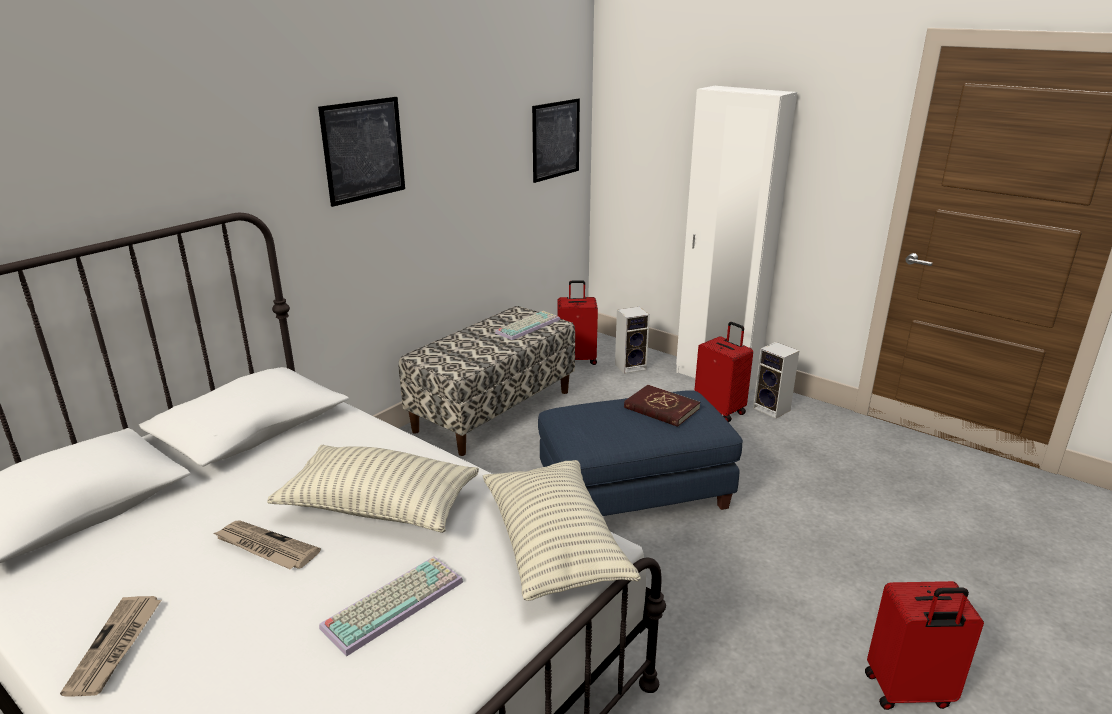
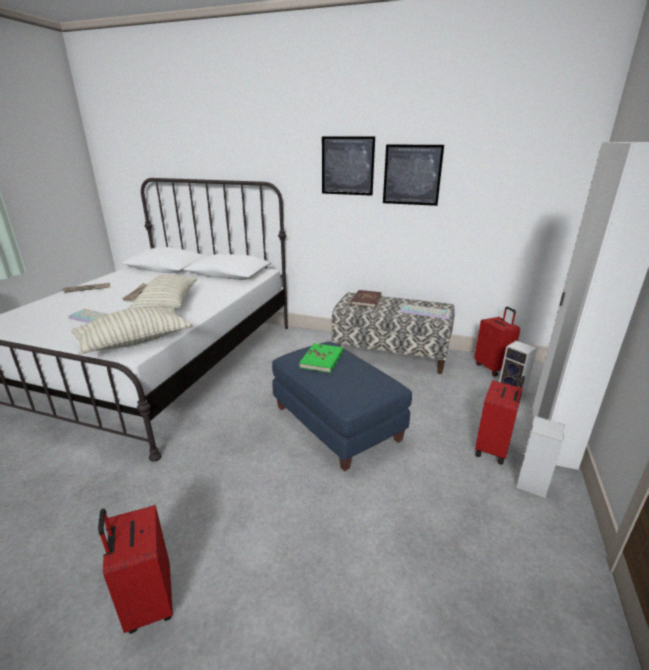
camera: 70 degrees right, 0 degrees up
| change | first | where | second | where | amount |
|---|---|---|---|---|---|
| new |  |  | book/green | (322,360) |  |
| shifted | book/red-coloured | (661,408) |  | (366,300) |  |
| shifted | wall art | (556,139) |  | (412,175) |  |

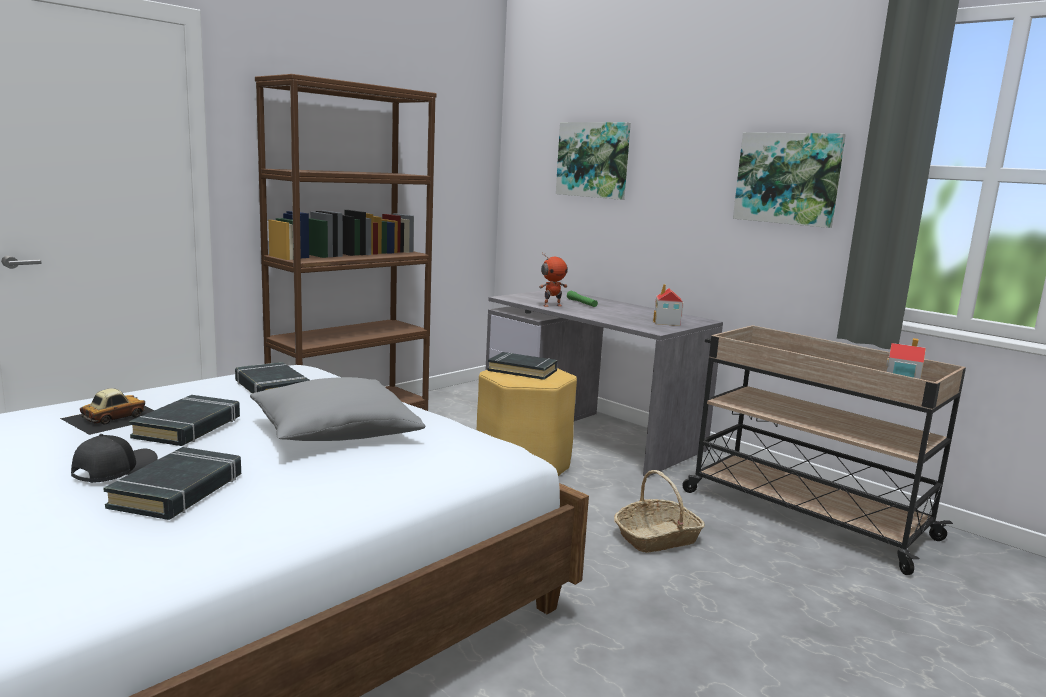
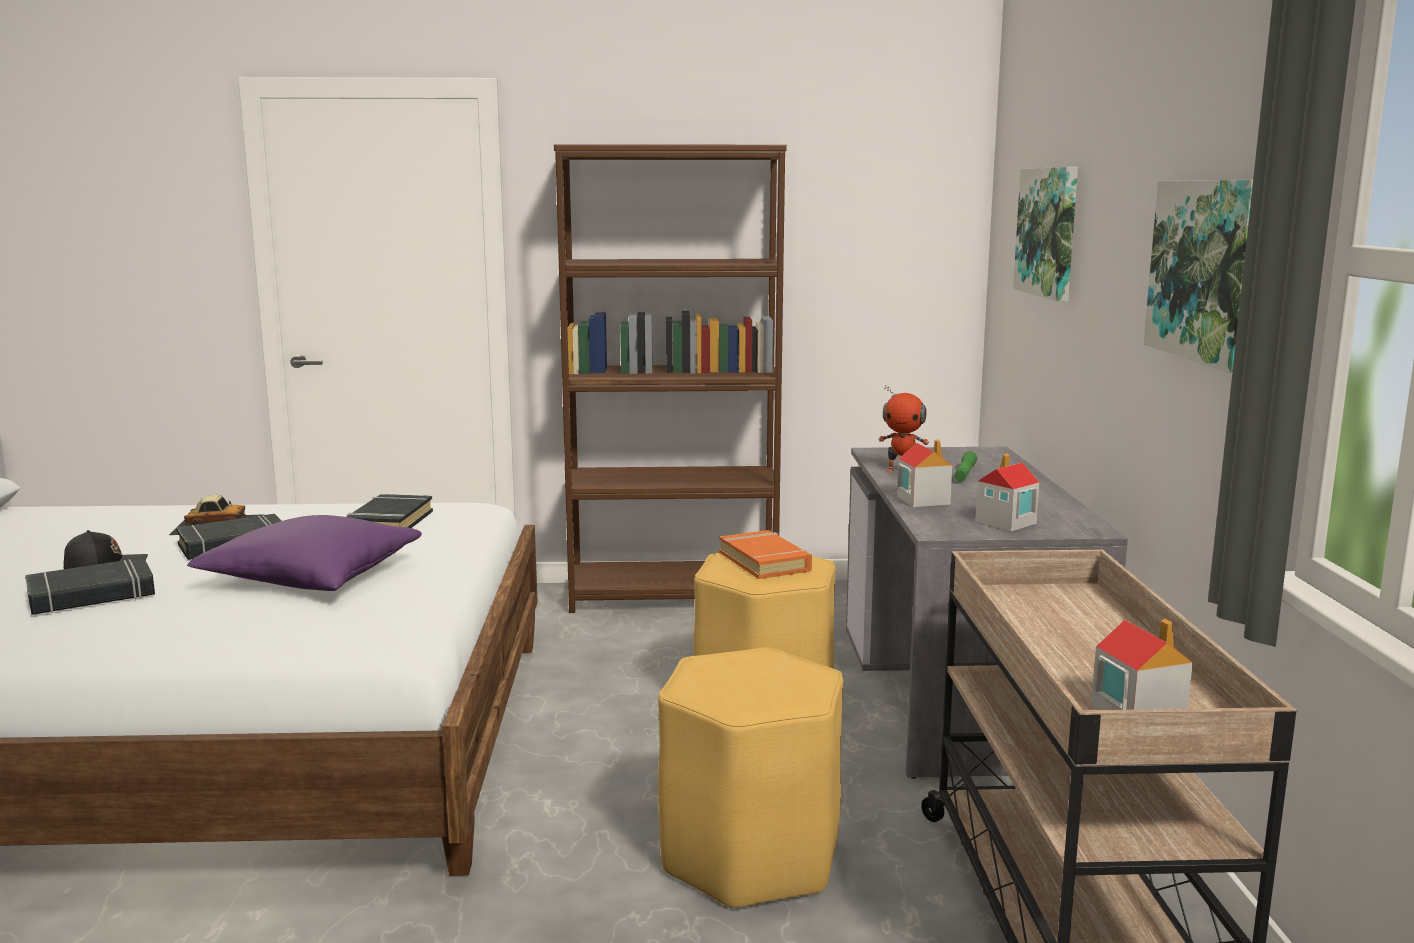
camera: 45 degrees right, 0 degrees up
| change | first | where | second | where | amount |
|---|---|---|---|---|---|
| repainted | throw pillow/greyish | (334,433) | throw pillow/purplish | (312,579) |  |
| swapped | household basket | (657,538) | stool seat/yellow | (750,857) |  |
| repainted | book/black | (522,370) | book/orangey | (765,562) |  |
| new |  |  | miniature house | (922,500) |  |

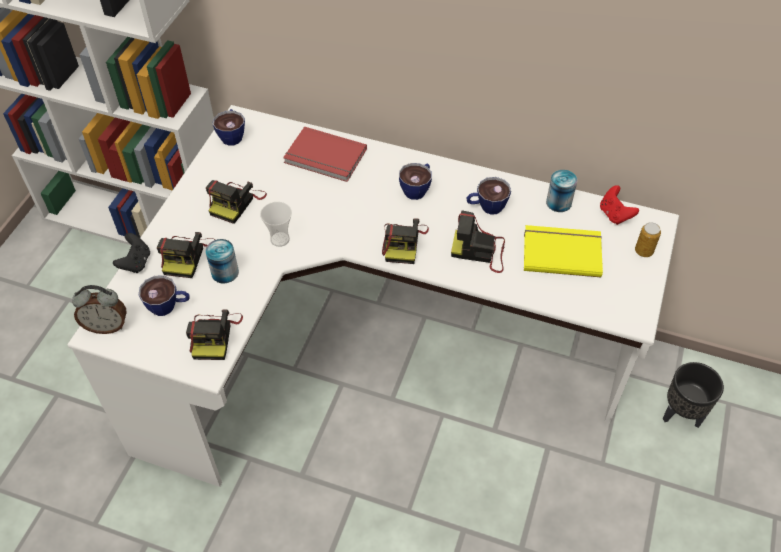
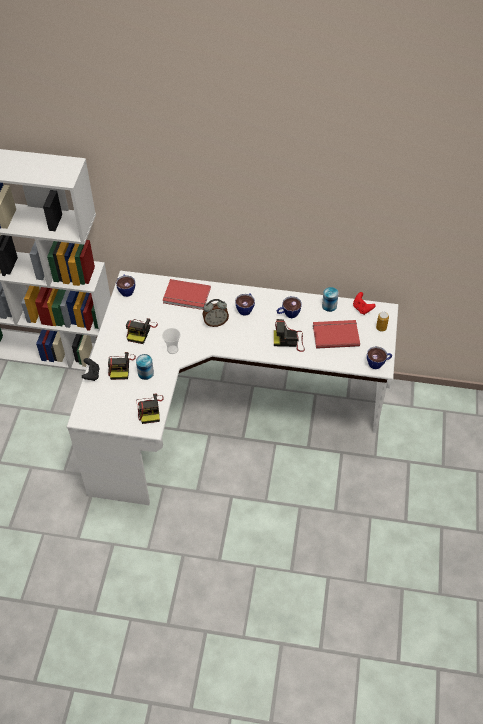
camera: 10 degrees left, 0 degrees up
| change | first | where | second | where | amount |
|---|---|---|---|---|---|
| shifted | bedside clock | (107,326) |  | (215,323) |  |
| repainted | book/yellow | (561,251) | book/red-coloured | (335,334) |  |
| shifted | small cup | (169,306) |  | (378,363) |  |
| gone | still camera | (403,242) |  |  |  |
| gone | planter/black | (681,414) |  |  |  |

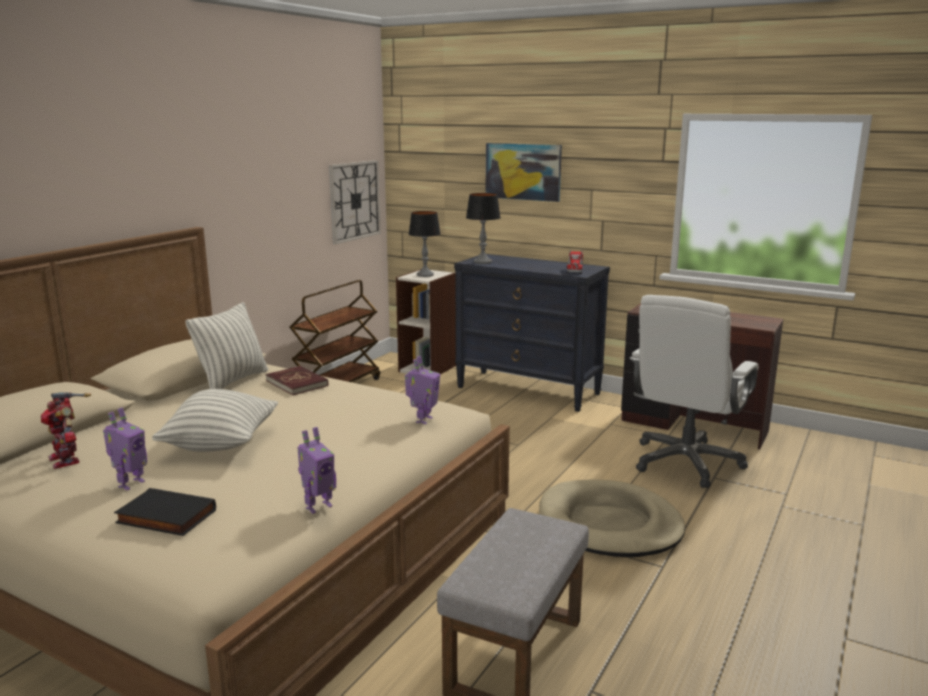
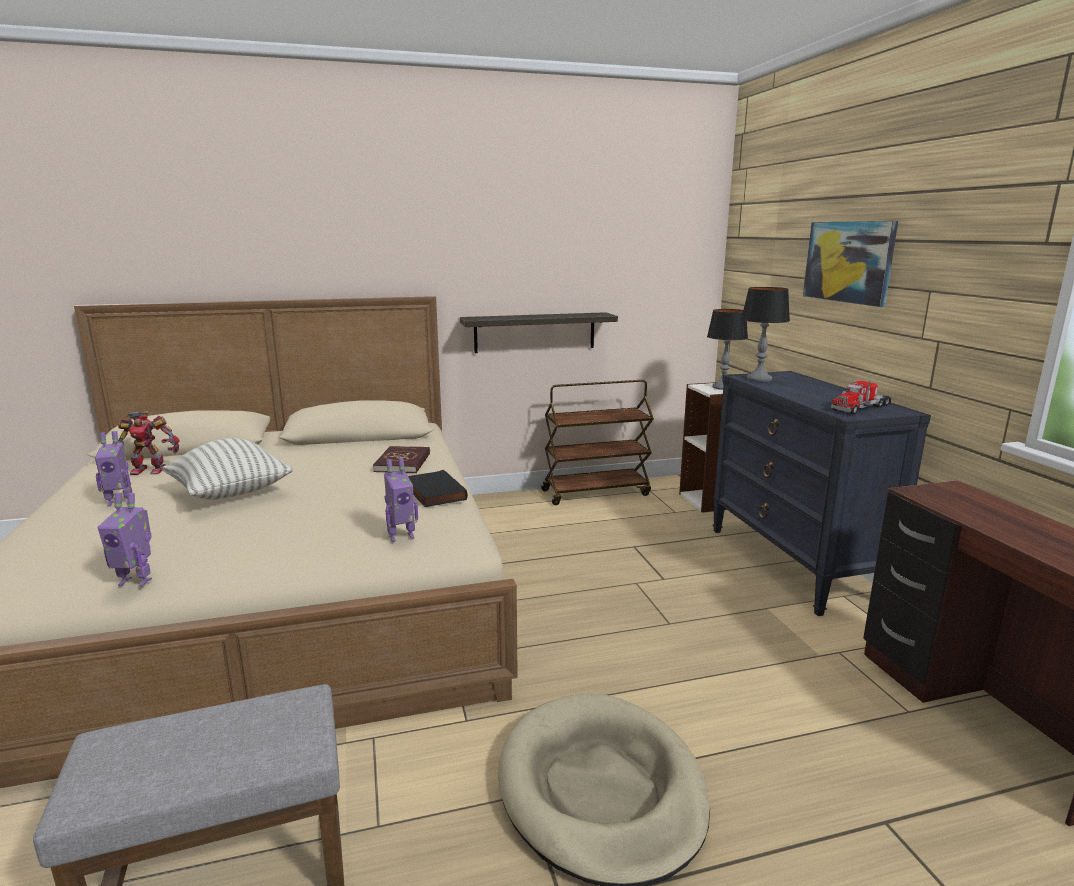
camera: 45 degrees right, 0 degrees up
| change | first | where | second | where | amount |
|---|---|---|---|---|---|
| rotated | toy robot | (67,459) |  | (150,470) | 105 degrees counterclockwise |
| shifted | book/black | (164,517) |  | (433,492) |  |
| new |  |  | bracket shelf | (535,332) |  |
| gone | throw pillow | (233,380) |  |  |  |
| gone | wall clock | (354,201) |  |  |  |
| gone | desk chair/white-coloured | (686,462) |  |  |  |

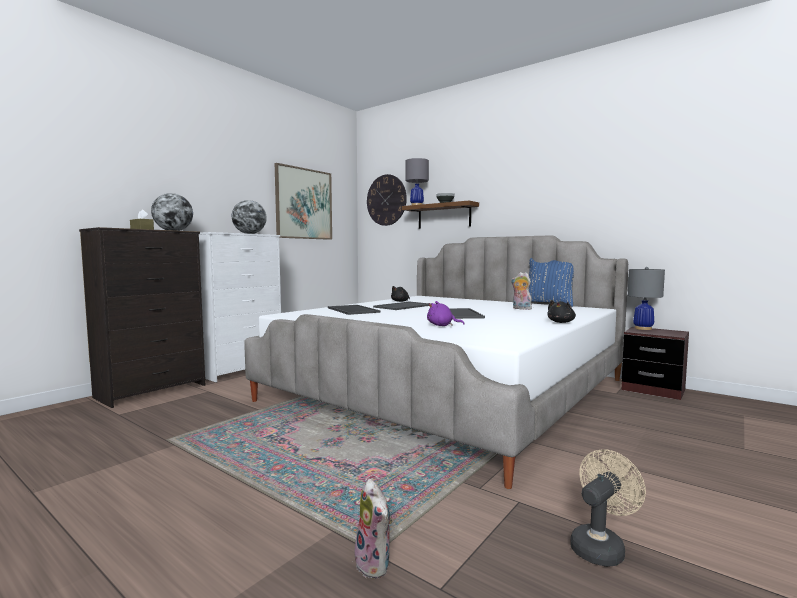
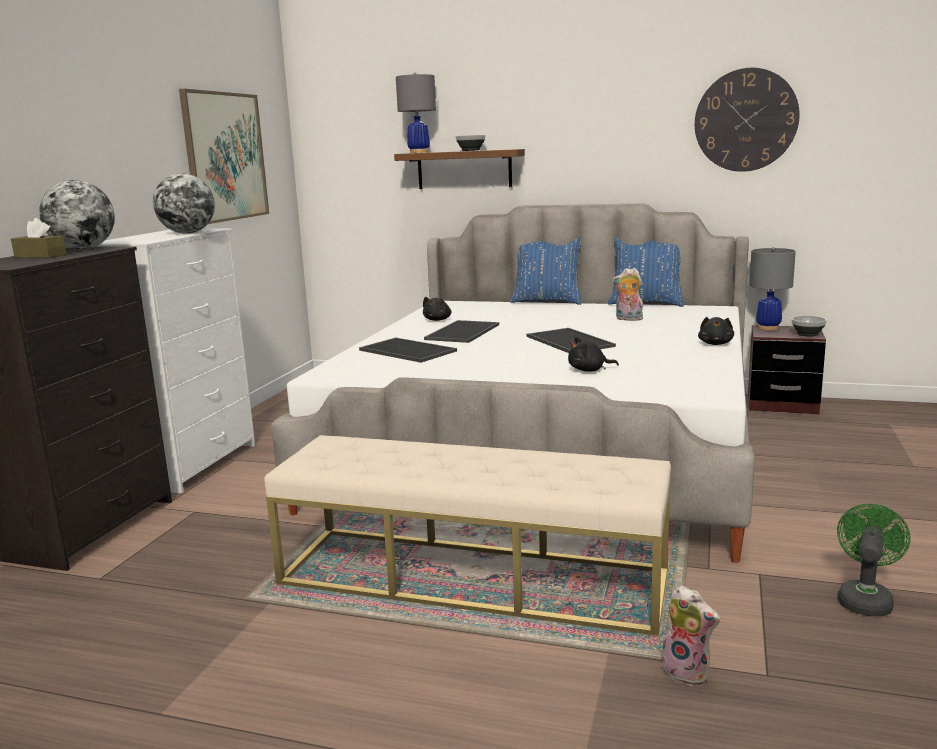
camera: 20 degrees left, 10 degrees up
| change | first | where | second | where | amount |
|---|---|---|---|---|---|
| new |  |  | indoor bench/beige-coloured | (472,578) |  |
| new |  |  | throw pillow/blue-coloured | (547,301) |  |
| repainted | soft toy/purplish | (442,325) | soft toy/black | (589,370) |  |
| shifted | wall clock | (386,200) |  | (745,120) |  |
| new |  |  | bowl | (807,334) |  |
| repainted | fan/beige-coloured | (600,546) | fan/green | (865,599) |  |

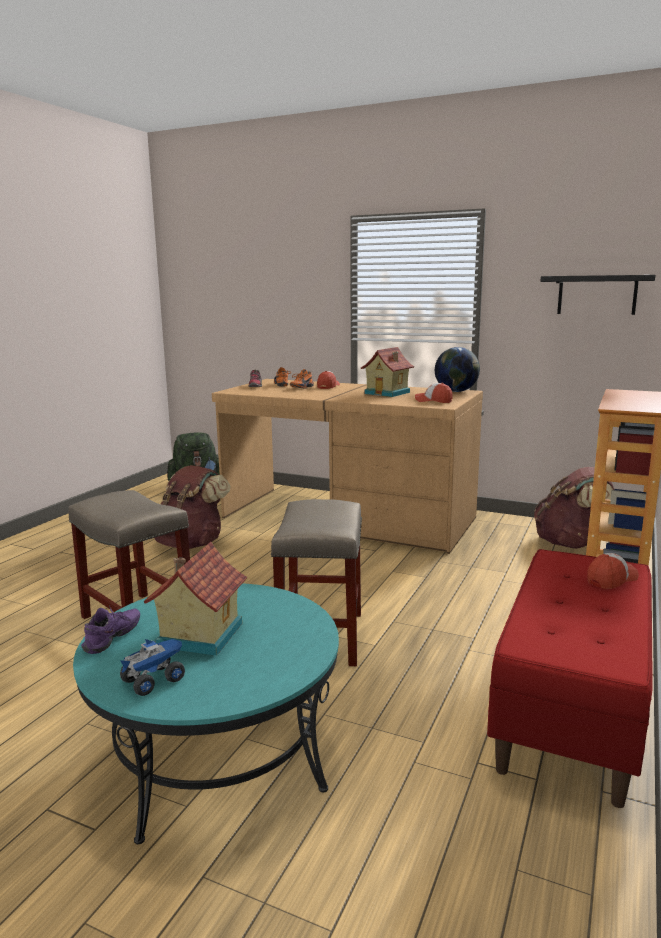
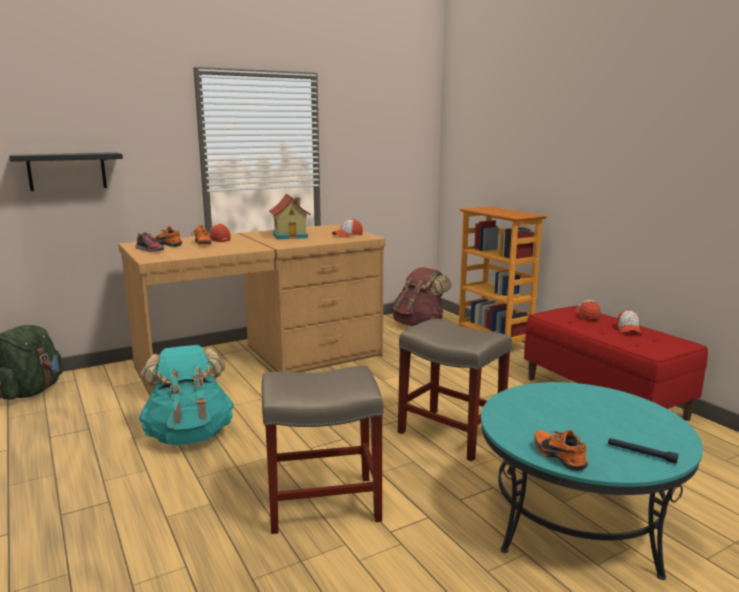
camera: 55 degrees left, 0 degrees up
| change | first | where | second | where | amount |
|---|---|---|---|---|---|
| shifted | bracket shelf/black | (597,295) |  | (67,171) |  |
| repainted | rucksack/brownish | (191,543) | rucksack/turquoise | (189,435) |  |
| repainted | shoe/purplish | (114,639) | shoe/orangey | (560,456) |  |
| swapped | toy truck | (154,680) | flashlight/black | (641,453) |  |
| new |  |  | cap | (628,330) |  |
| gone | miniature house | (198,634) |  |  |  |
| gone | world globe | (456,391) |  |  |  |

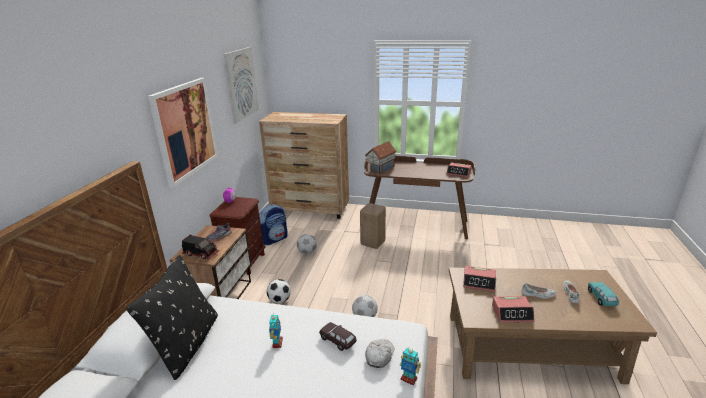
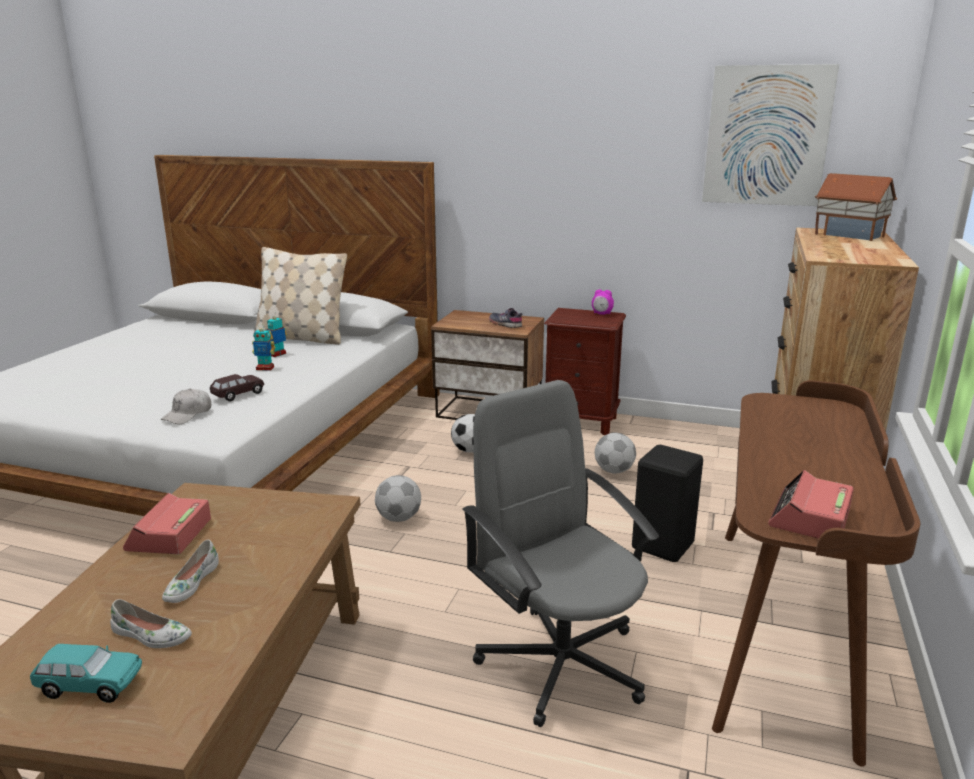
camera: 95 degrees right, 5 degrees down
| change | first | where | second | where | amount |
|---|---|---|---|---|---|
| rotated | cap/white-coloured | (379,355) |  | (188,414) | 90 degrees clockwise |
| repainted | throw pillow/black | (187,344) | throw pillow/beige-coloured | (302,338) |  |
| shifted | toy robot | (409,379) |  | (277,354) |  |
| new |  |  | desk chair/greyish | (561,661) |  |
| repainted | stool seat/beige-coloured | (373,242) | stool seat/black | (663,547) |  |
| shifted | miniature house | (380,168) |  | (849,235) |  |
| gone | wall art | (185,130) |  |  |  |
| gone | toy truck | (201,253) |  |  |  |
| gone | rucksack | (274,239) |  |  |  |
| gone | bedside clock | (479,282) |  |  |  |

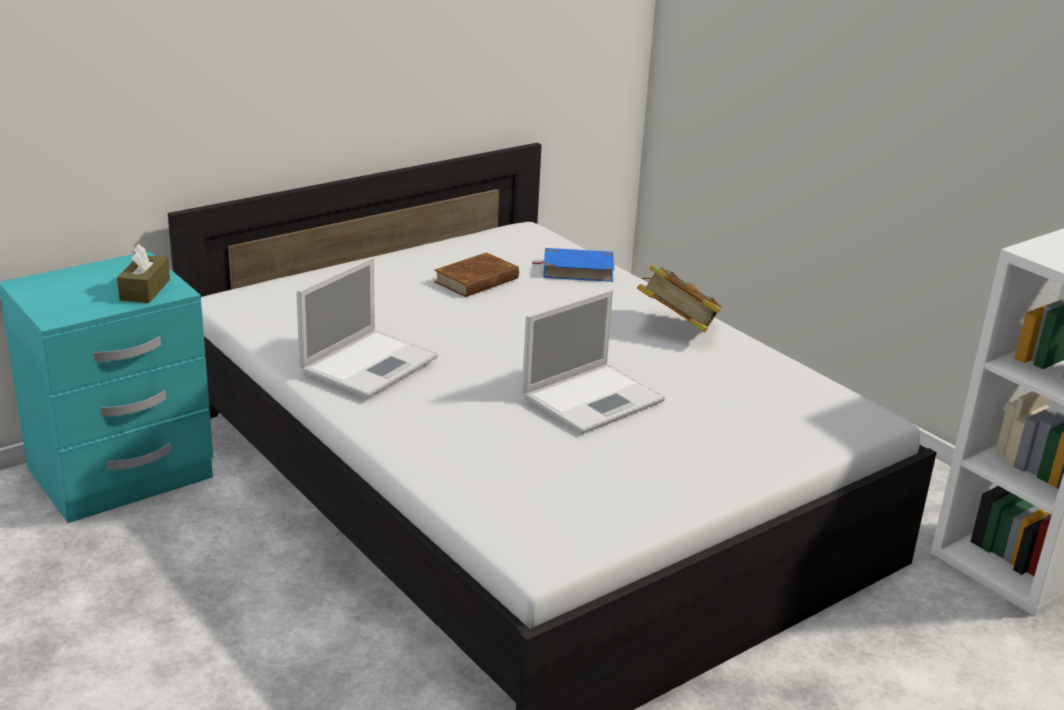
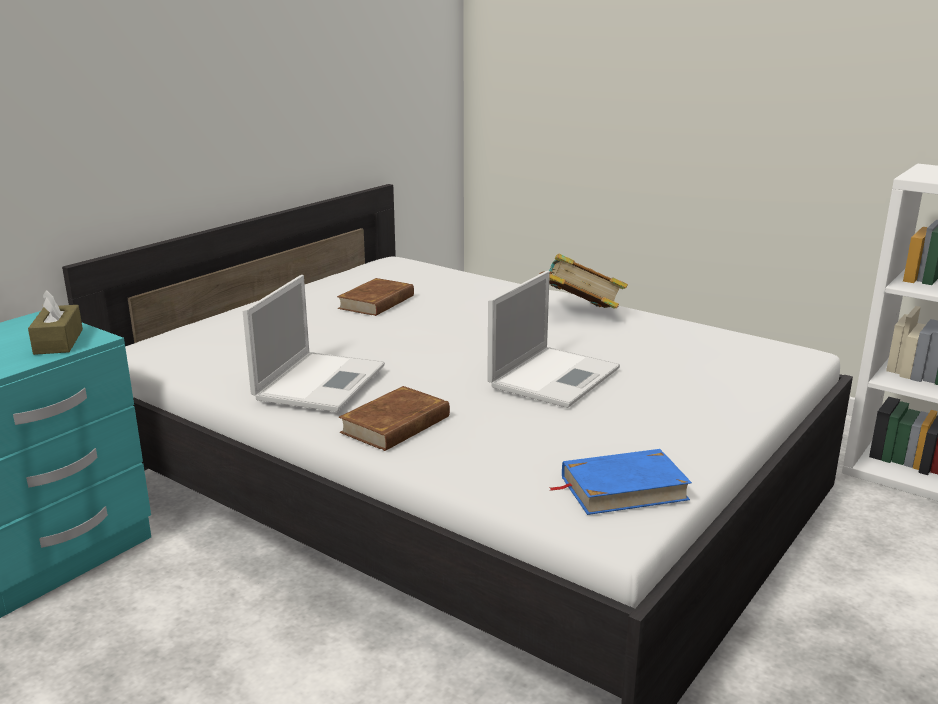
camera: 15 degrees left, 5 degrees down
| change | first | where | second | where | amount |
|---|---|---|---|---|---|
| new |  |  | book/brownish | (396,425) |  |
| shifted | book/blue-coloured | (577,270) |  | (623,488) |  |

